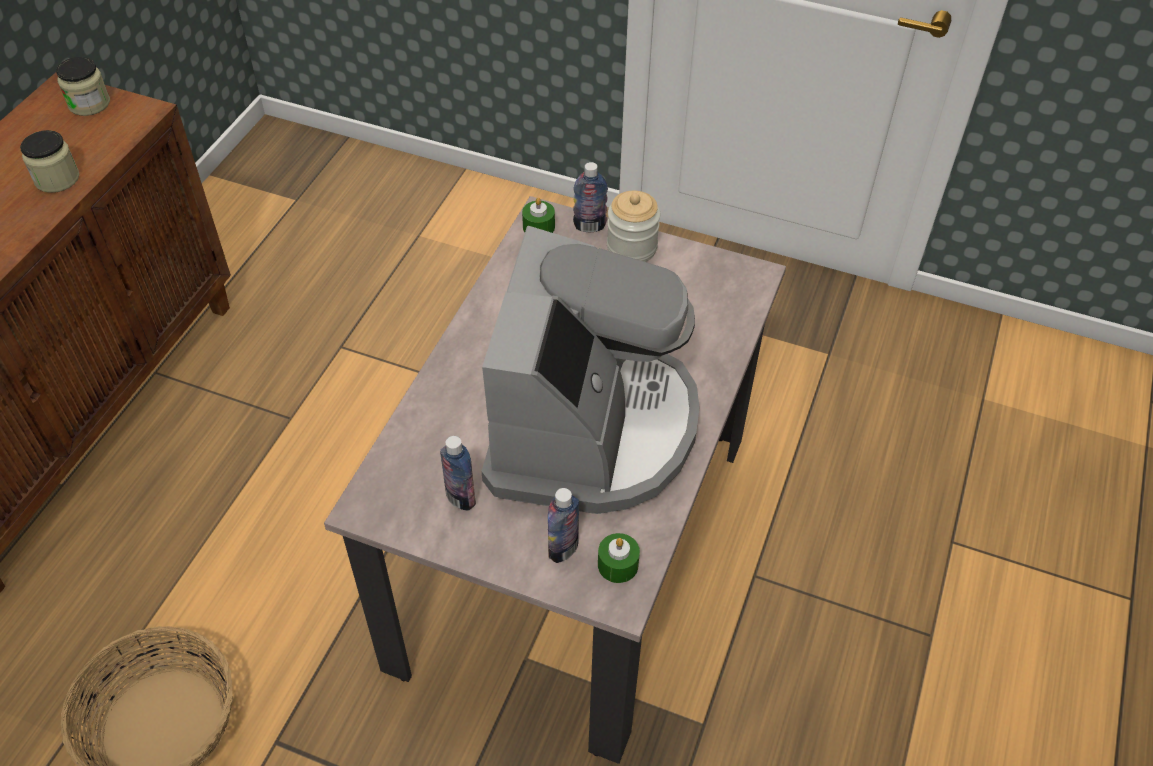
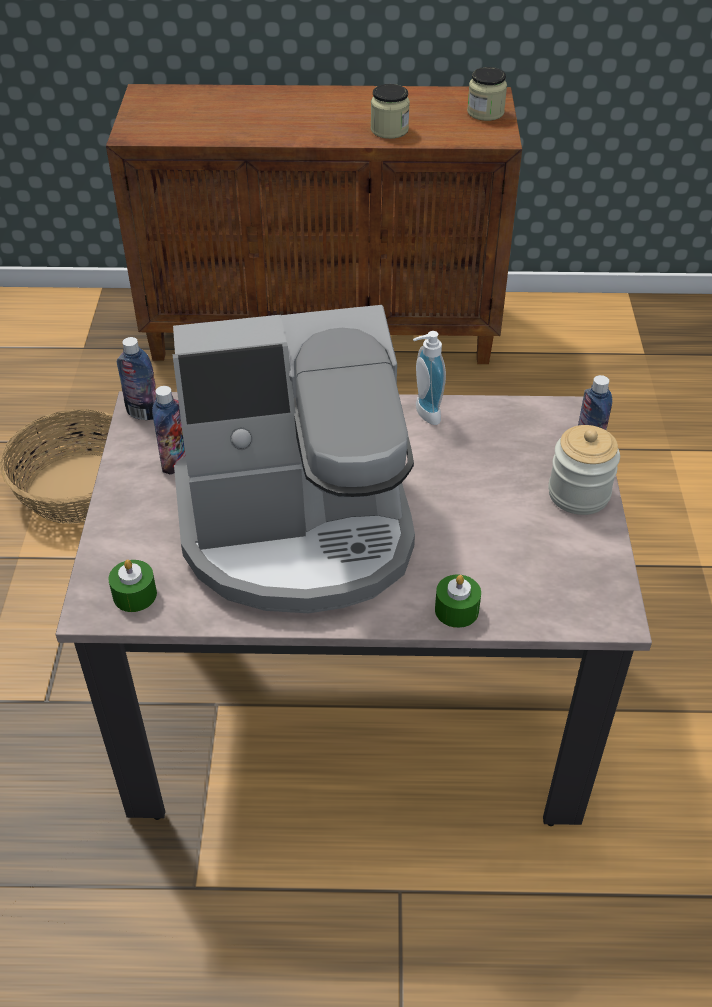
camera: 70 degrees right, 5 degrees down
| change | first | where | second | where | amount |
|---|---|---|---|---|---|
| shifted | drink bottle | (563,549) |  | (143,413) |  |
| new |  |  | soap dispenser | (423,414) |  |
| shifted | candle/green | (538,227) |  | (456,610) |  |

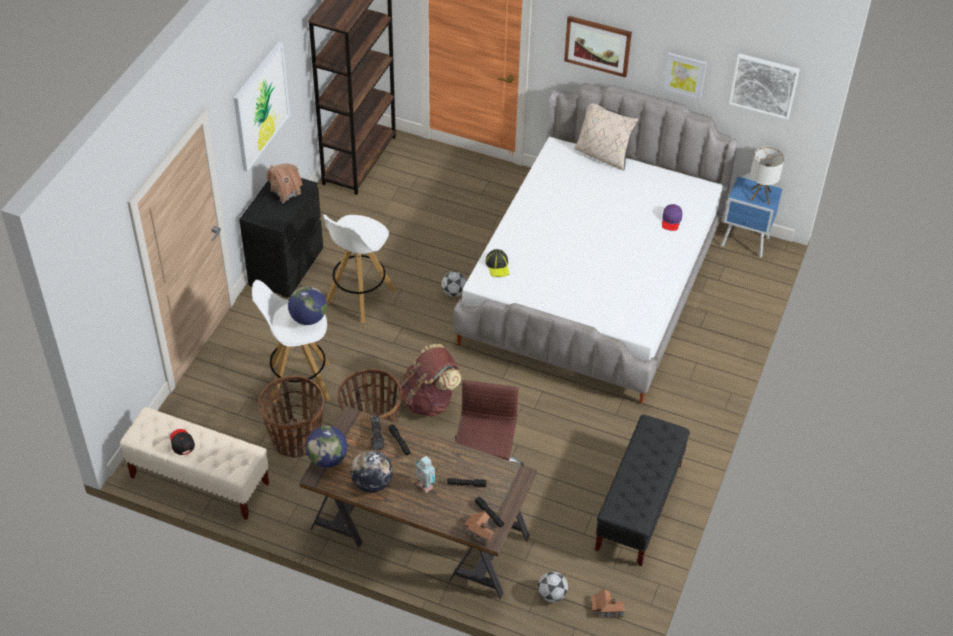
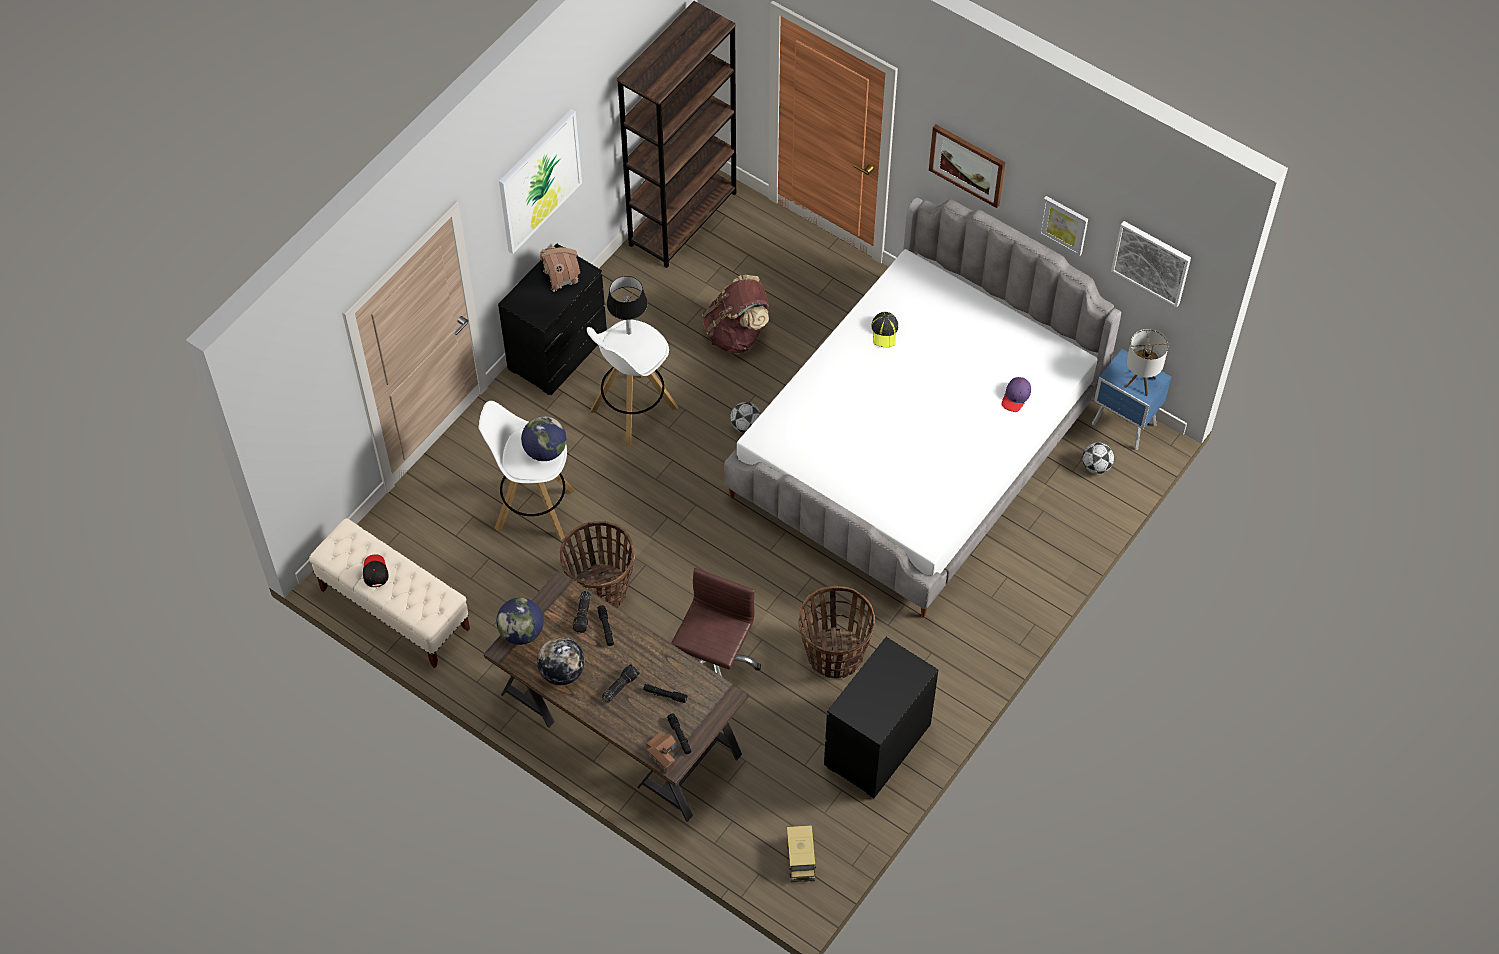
camera: 15 degrees right, 10 degrees up
| change | first | where | second | where | amount |
|---|---|---|---|---|---|
| swapped | toy robot | (425,485) | flashlight | (619,686) |  |
| new |  |  | lamp for a table/black | (629,332) |  |
| shifted | rucksack/brownish | (429,400) |  | (736,334) |  |
| swapped | miniature house | (606,608) | toy truck | (801,858) |  |
| shifted | household basket | (295,440) |  | (834,654) |  |
| swapped | indoor bench/black | (638,507) | dresser/black | (877,746) |  |
| shifted | cap | (498,266) |  | (884,332) |  |
| shifted | football ball | (552,595) |  | (1096,466) |  |
| gone | throw pillow/beige-coloured | (603,155) |  |  |  |

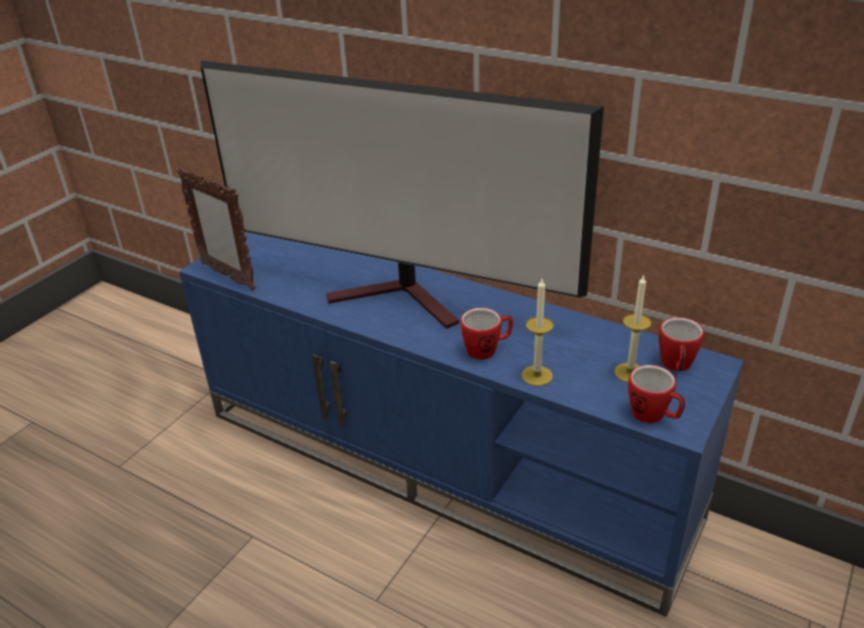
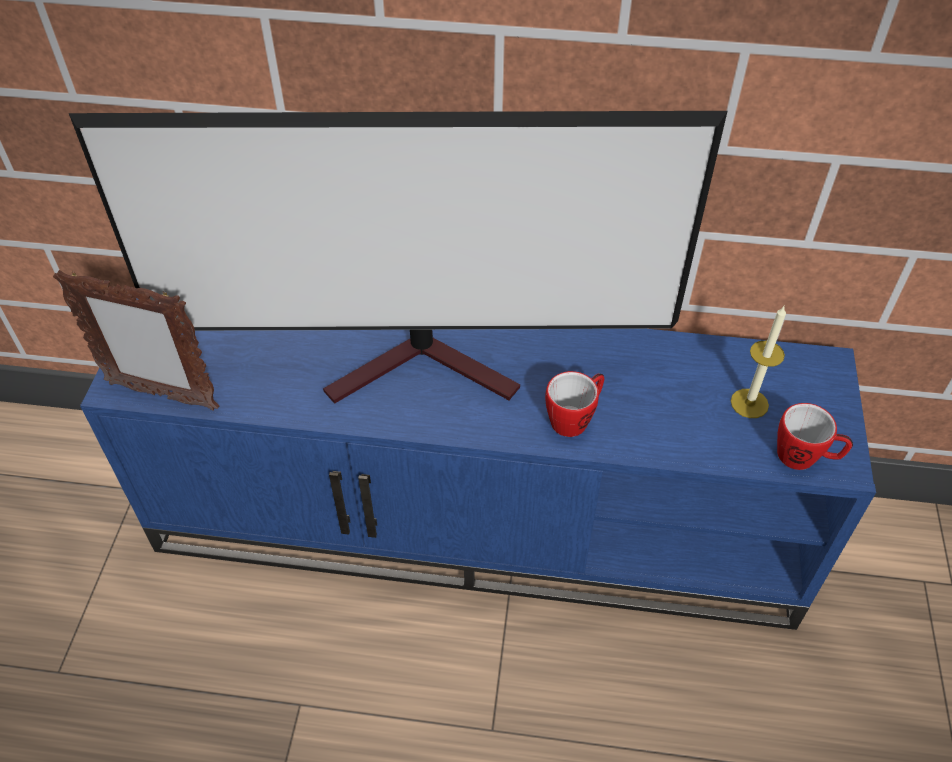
camera: 25 degrees left, 15 degrees up
| change | first | where | second | where | amount |
|---|---|---|---|---|---|
| gone | candle | (537,375) |  |  |  |
| gone | mug | (676,366) |  |  |  |

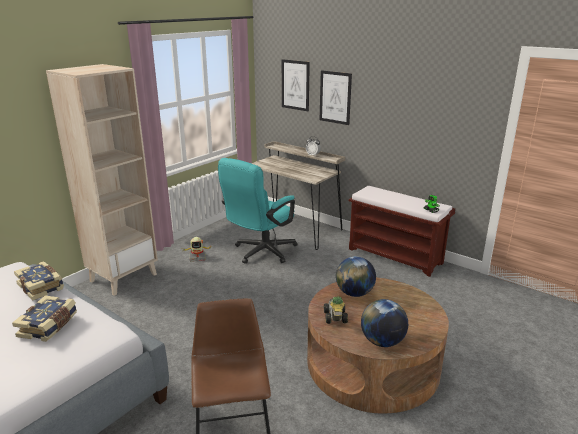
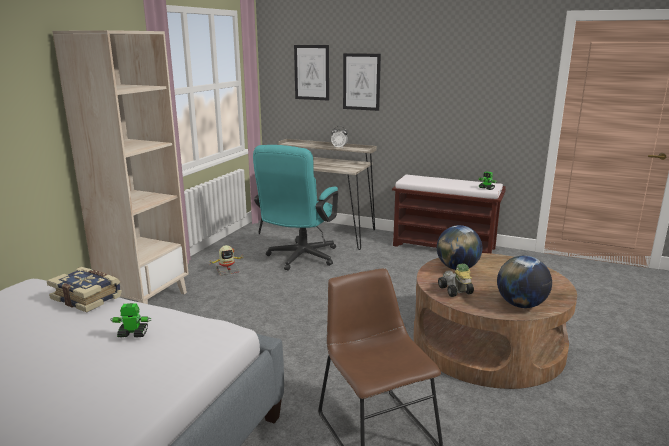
camera: 15 degrees left, 5 degrees down
| change | first | where | second | where | amount |
|---|---|---|---|---|---|
| swapped | book | (49,326) | toy robot | (133,334) |  |

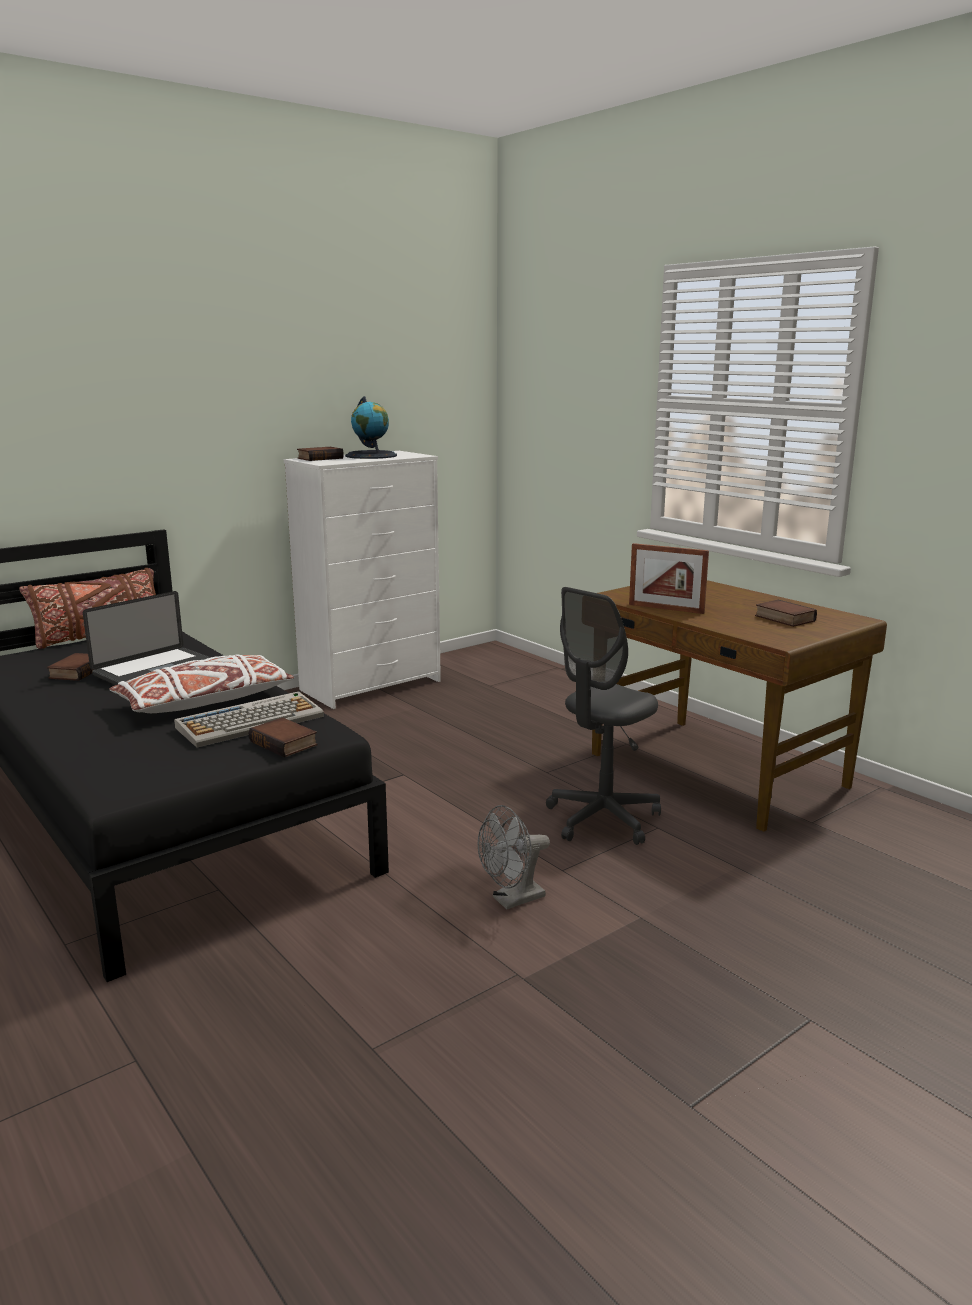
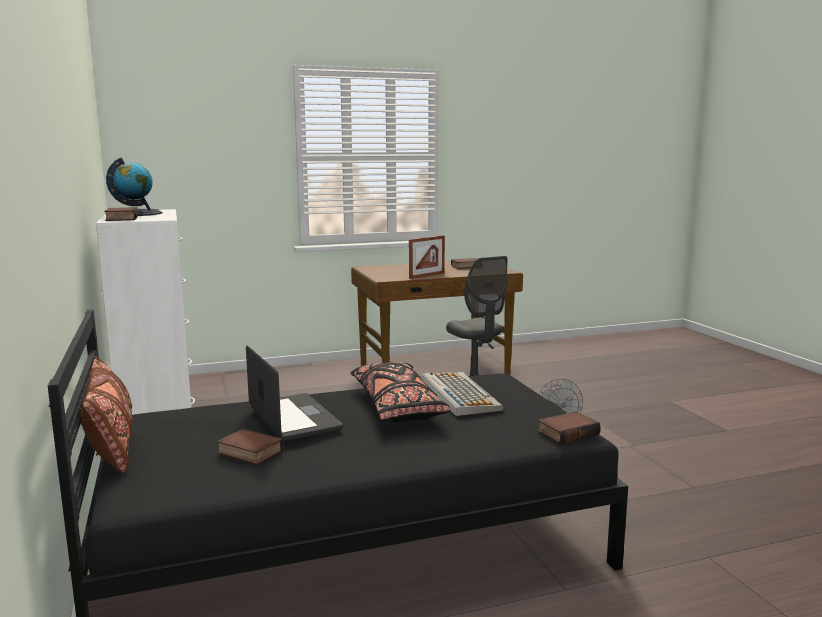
camera: 70 degrees left, 5 degrees down
| change | first | where | second | where | amount |
|---|---|---|---|---|---|
| repainted | throw pillow/white-coloured | (204,701) | throw pillow/black | (397,406) |  |
| shifted | book | (285,743) |  | (567,432) |  |

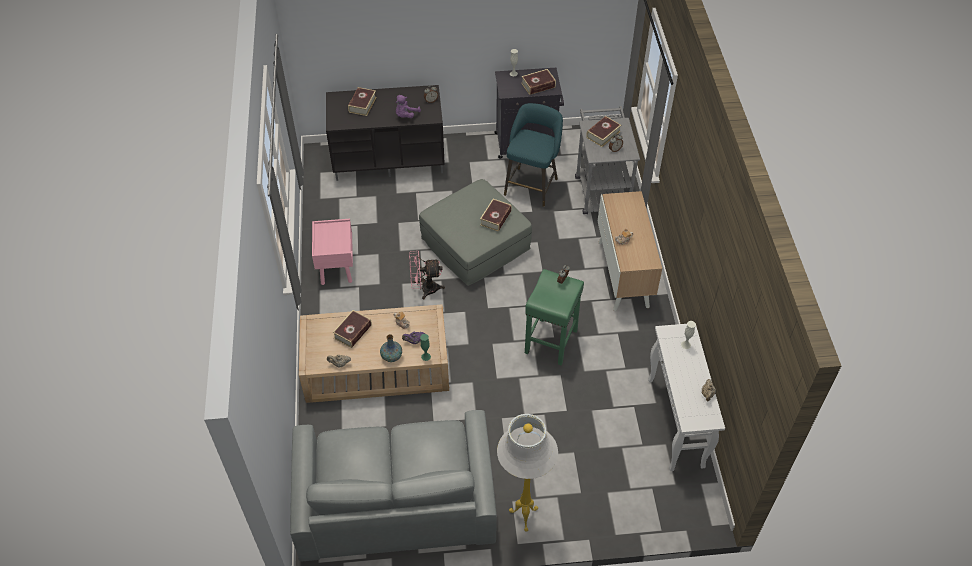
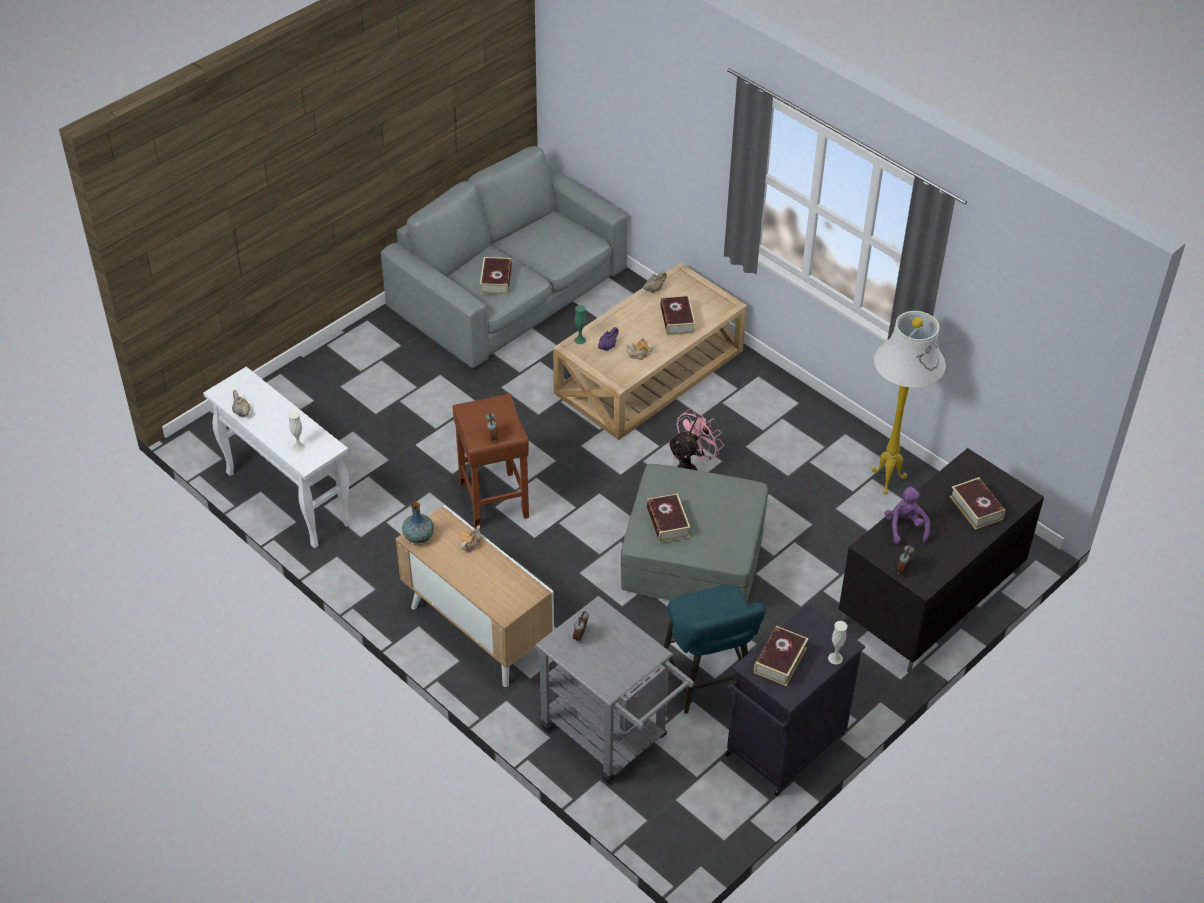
camera: 140 degrees right, 5 degrees down
| change | first | where | second | where | amount |
|---|---|---|---|---|---|
| shifted | decorative vase | (391,356) |  | (418,537) |  |
| repainted | stool seat/green | (551,342) | stool seat/brownish | (493,499) |  |
| shifted | book | (603,134) |  | (496,280) |  |
| shifted | standing lamp/white-coloured | (523,517) |  | (888,480) |  |
| gone | bedside table/pink | (336,267) |  |  |  |

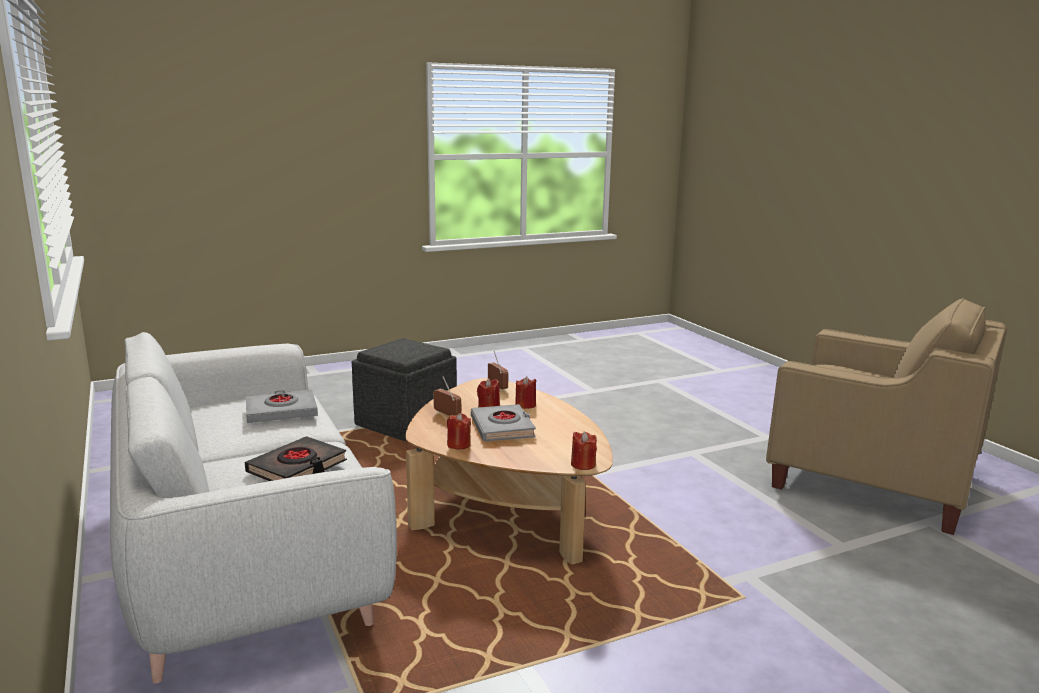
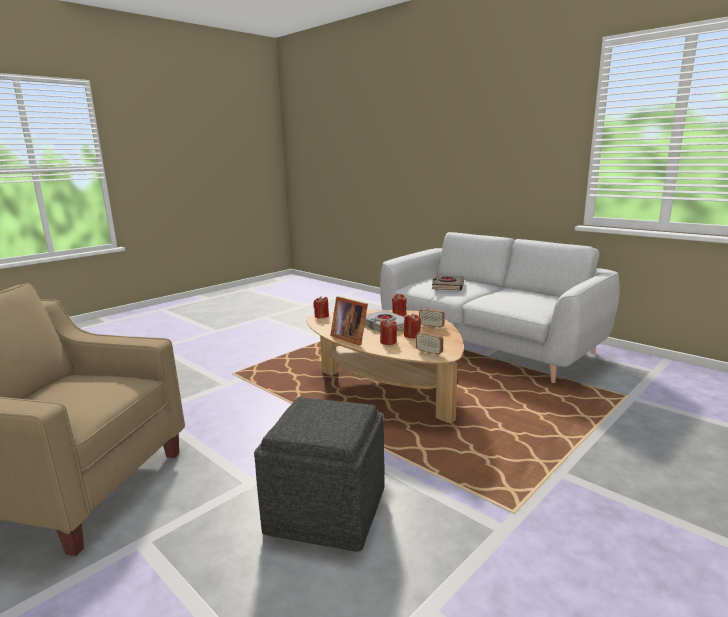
camera: 160 degrees right, 0 degrees up
| change | first | where | second | where | amount |
|---|---|---|---|---|---|
| shifted | footrest/greyish | (406,422) |  | (327,511) |  |
| new |  |  | standing frame | (350,338) |  |
| gone | book/greyish | (281,411) |  |  |  |

